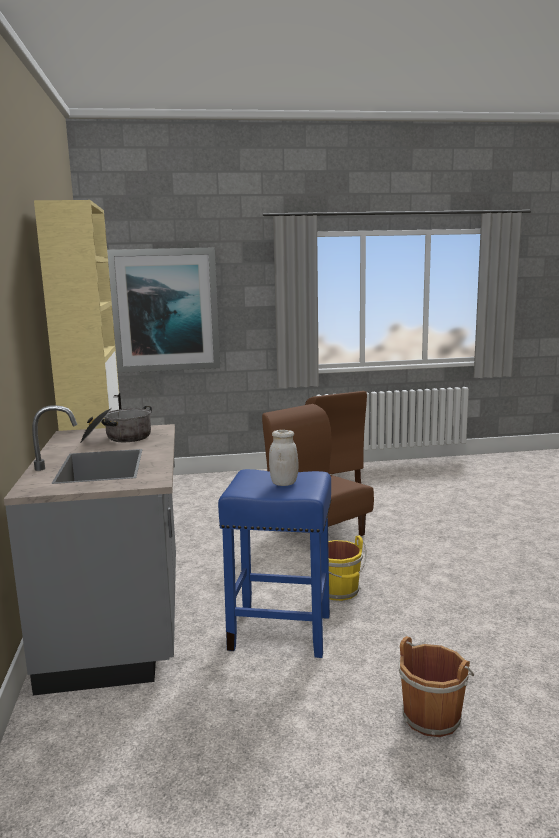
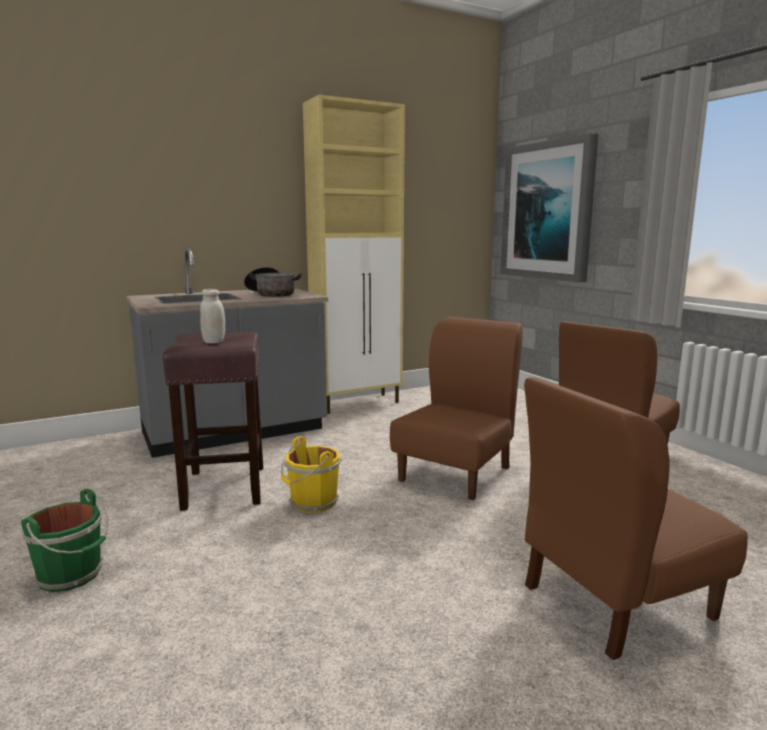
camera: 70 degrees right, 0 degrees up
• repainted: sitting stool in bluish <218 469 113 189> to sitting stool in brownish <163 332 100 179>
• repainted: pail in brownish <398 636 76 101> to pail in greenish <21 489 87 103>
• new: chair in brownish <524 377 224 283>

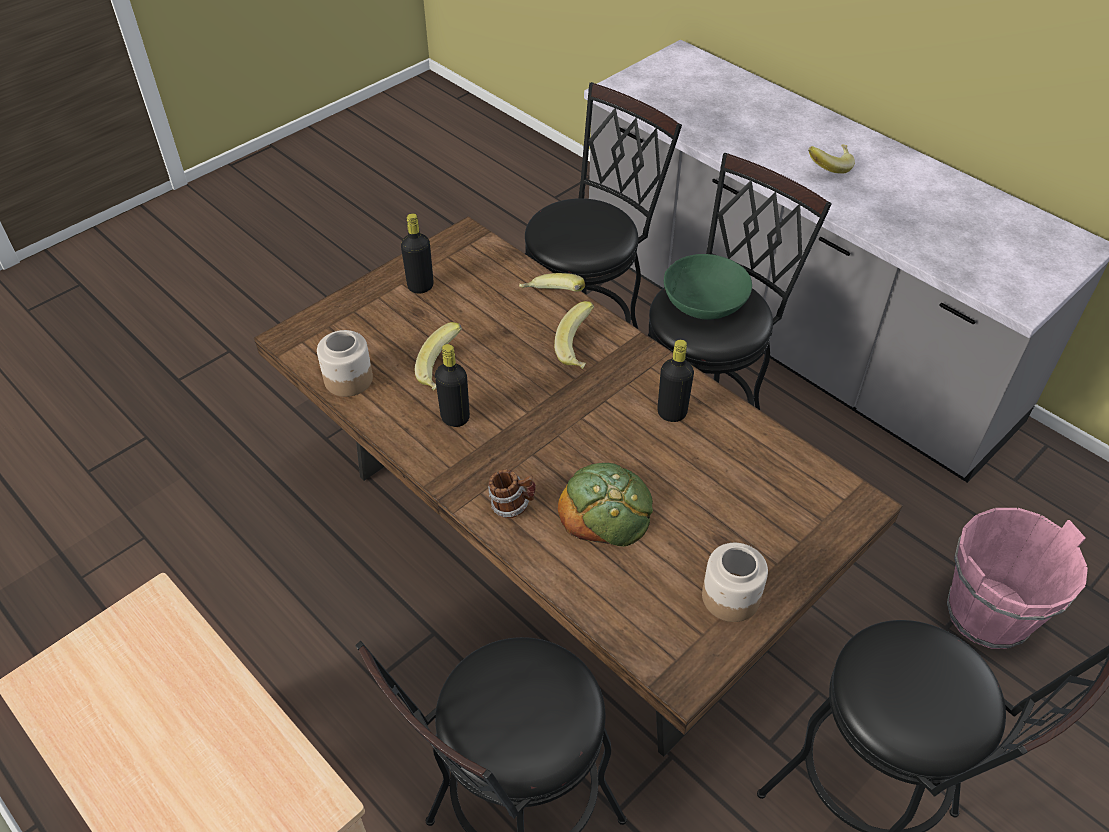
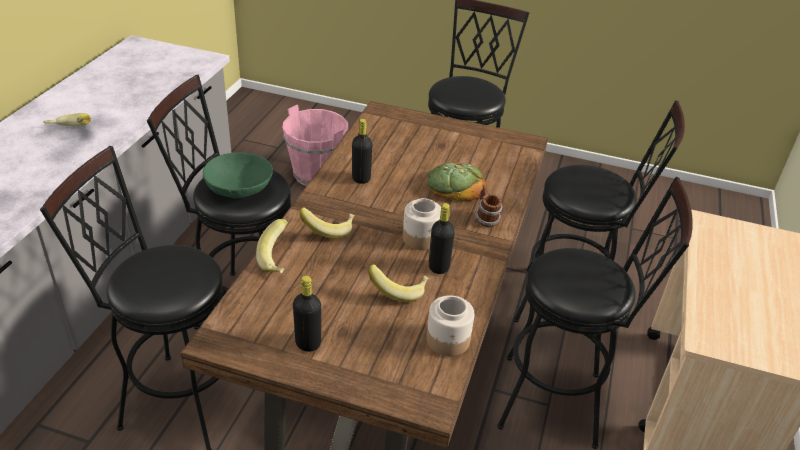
camera: 120 degrees left, 10 degrees down
• shifted: preserve jar <702 543 66 79> to <403 198 38 52>
• new: sitting stool in blackish <497 177 196 272>

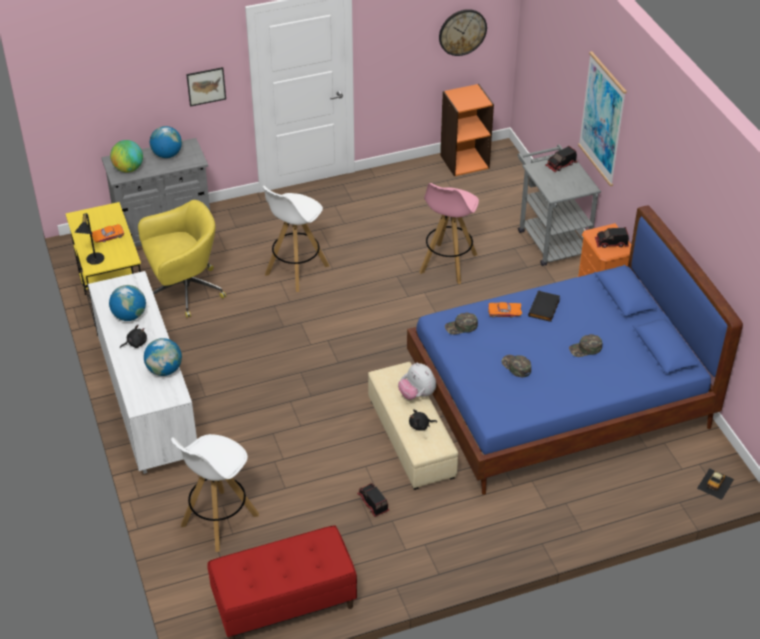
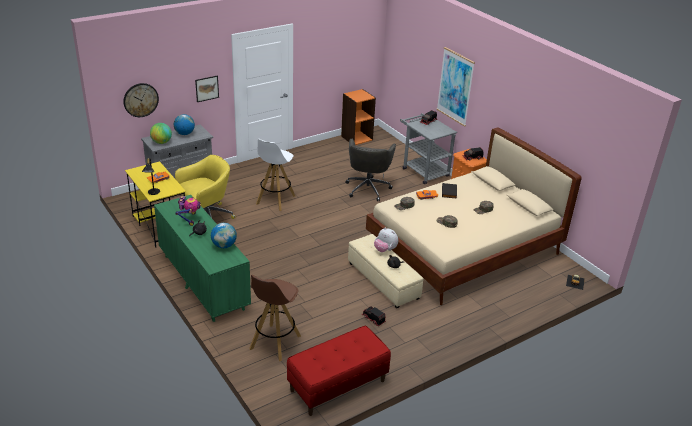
camera: 15 degrees left, 10 degrees down
• shifted: wall clock <439 9 48 47> to <123 83 36 34>
• swapped: sitting stool in pink-coloured <420 183 59 101> to desk chair in greyish <345 139 51 62>
• repainted: bedroom bed in bluish <407 205 336 290> to bedroom bed in beige <366 128 216 177>
• repainted: dresser in whitish <88 271 109 203> to dresser in greenish <154 195 97 127>
• swapped: world globe <109 285 37 36> to model robot <176 196 25 30>
• repainted: sitting stool in whitish <171 434 88 118> to sitting stool in brownish <249 275 52 86>

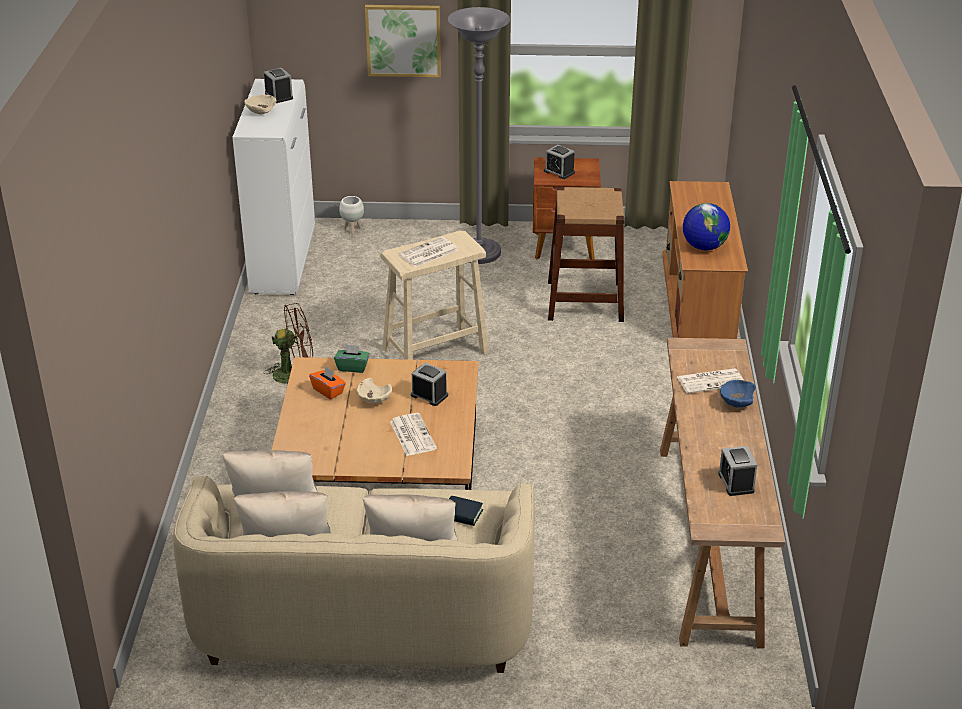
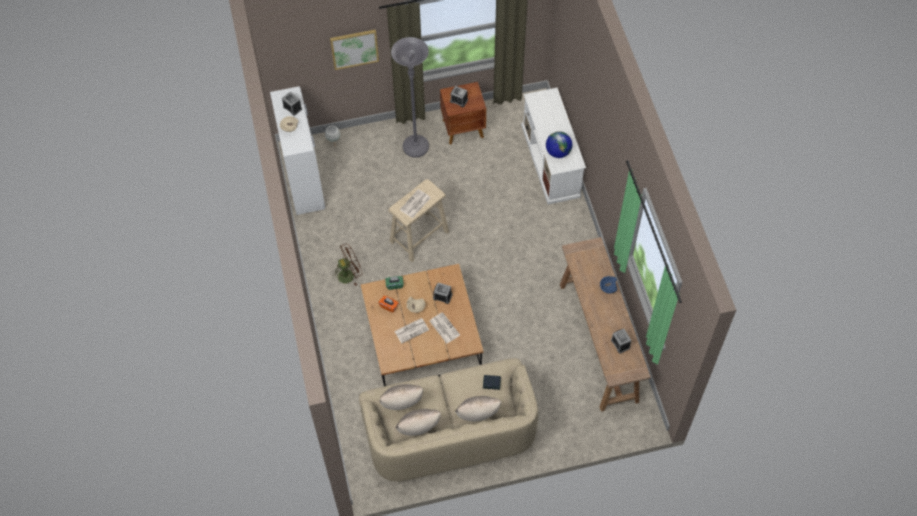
camera: 15 degrees left, 25 degrees up
• repainted: tv unit in brownish <662 181 86 158> to tv unit in whitish <521 87 65 117>
• gone: sitting stool in brownish <548 187 76 135>
• shifted: newspaper <677 368 66 25> to <394 318 35 26>

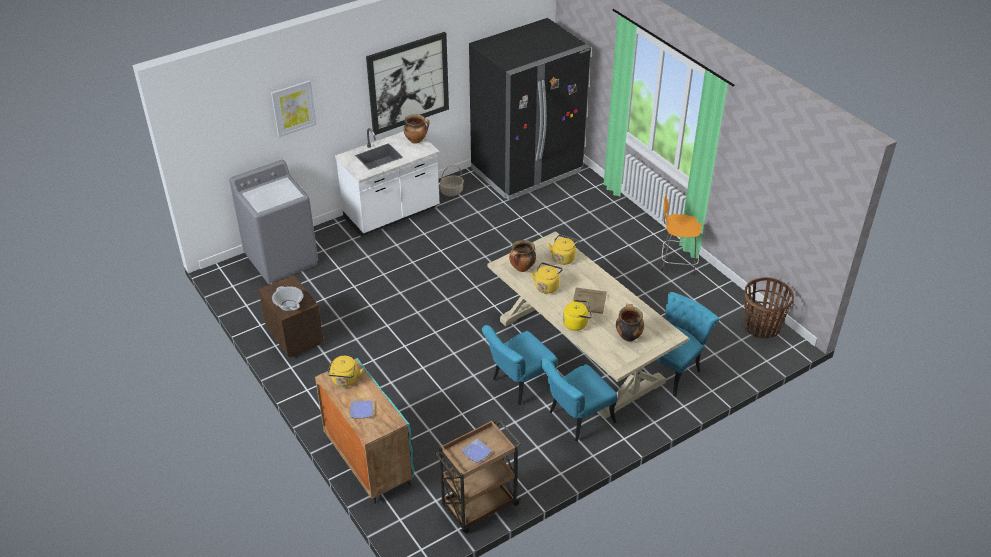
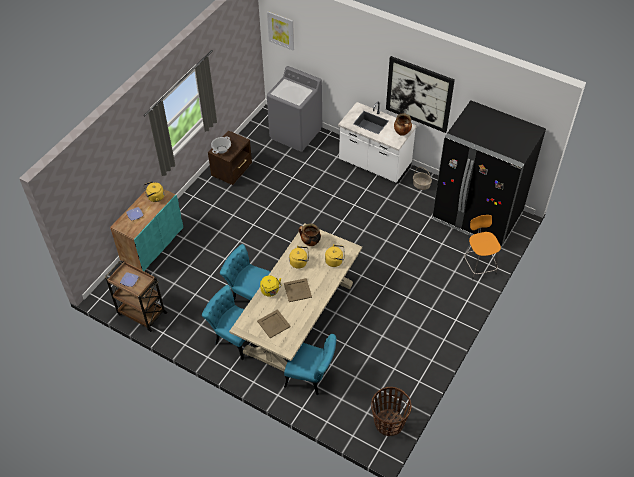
camera: 65 degrees right, 10 degrees up
• shifted: wall picture <271 80 45 57> to <267 11 27 39>
• shifted: sitting stool in orangey <661 193 41 82> to <463 215 38 65>
• swapped: cooking pot <616 304 28 38> to carrying tray in beige <257 309 34 29>

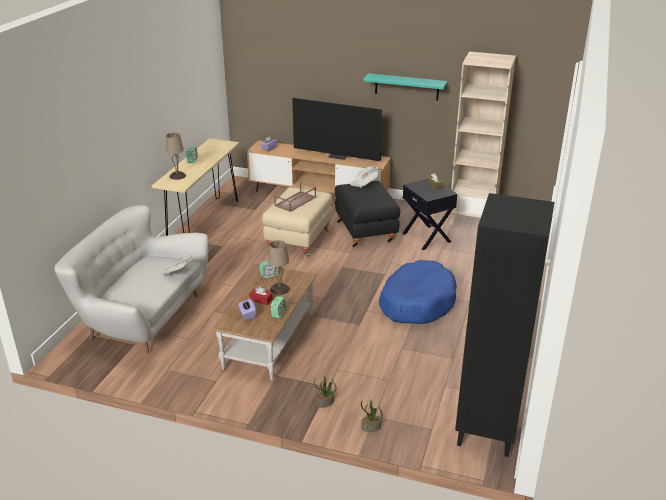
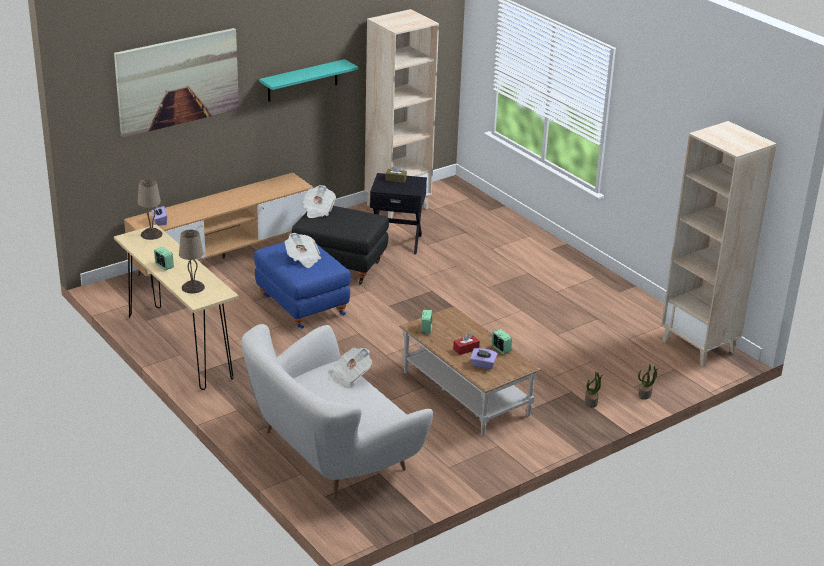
camera: 55 degrees left, 0 degrees up
• gone: TV <292 98 90 63>
• swapped: carrying tray in brownish <274 182 42 30> to newspaper <285 233 36 35>
• repainted: footrest in beige <262 187 70 70> to footrest in bluish <254 242 97 87>
• repainted: bookshelf in blackish <455 193 100 264> to bookshelf in beige <661 121 116 246>
• shifted: table lamp in beige <268 240 22 55> to <138 179 25 61>
• gone: pet bed in bluish <379 260 78 64>
• new: wall picture <114 28 125 110>

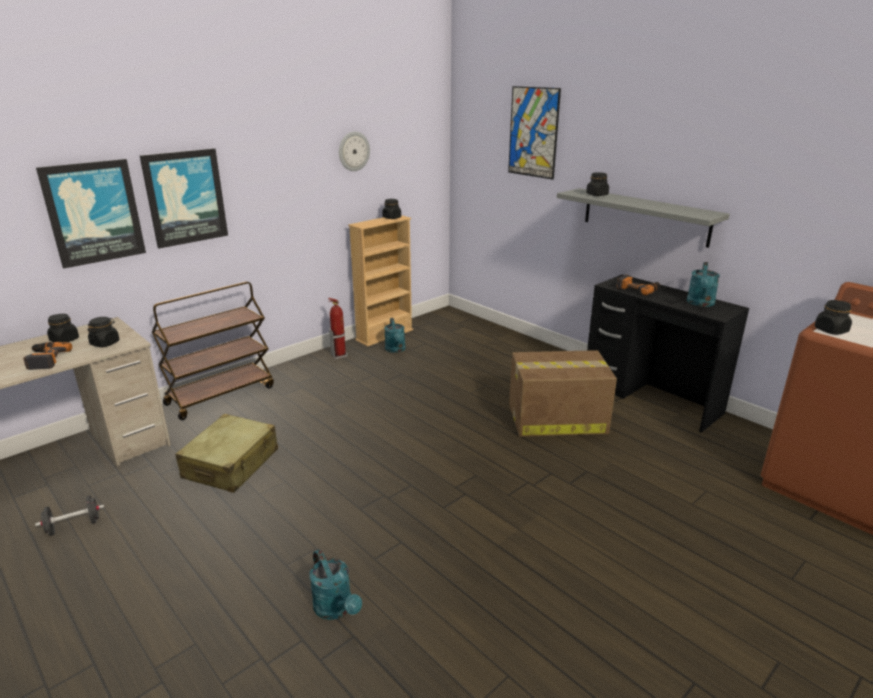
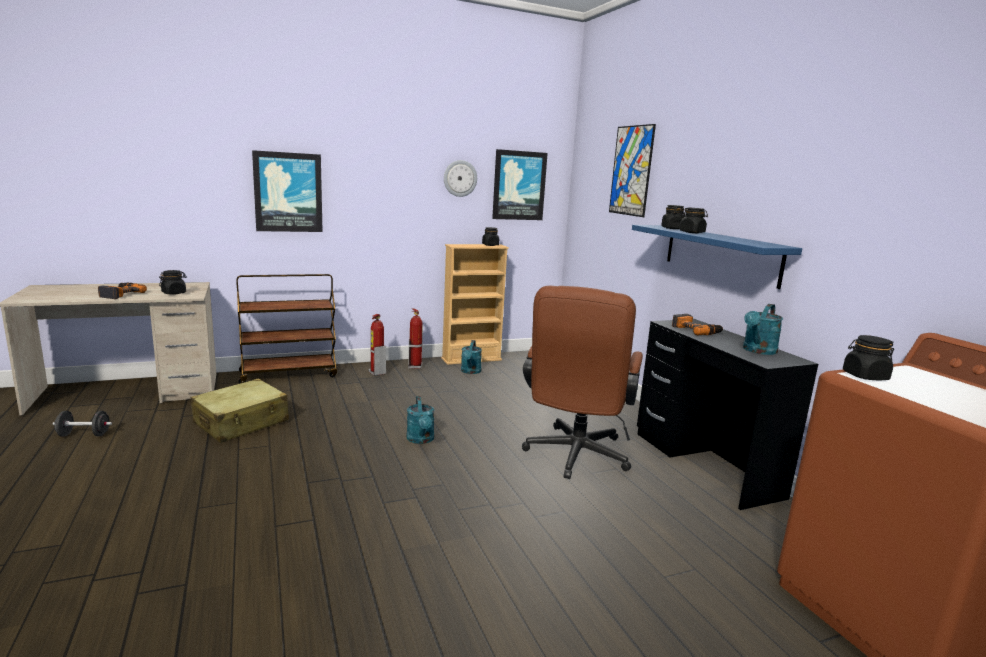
camera: 20 degrees right, 10 degrees down
• shifted: wall picture <36 159 110 110> to <492 149 56 71>
• repainted: bracket shelf in greyish <557 188 173 60> to bracket shelf in bluish <632 225 170 64>
• shifted: preserve jar in blackish <47 314 32 28> to <679 208 29 25>
• swapped: carton <509 350 108 87> to desk chair in brownish <522 286 121 193>
• shifted: watering can in blue-green <310 549 52 71> to <406 396 28 48>
• new: fire extinguisher <368 314 18 62>

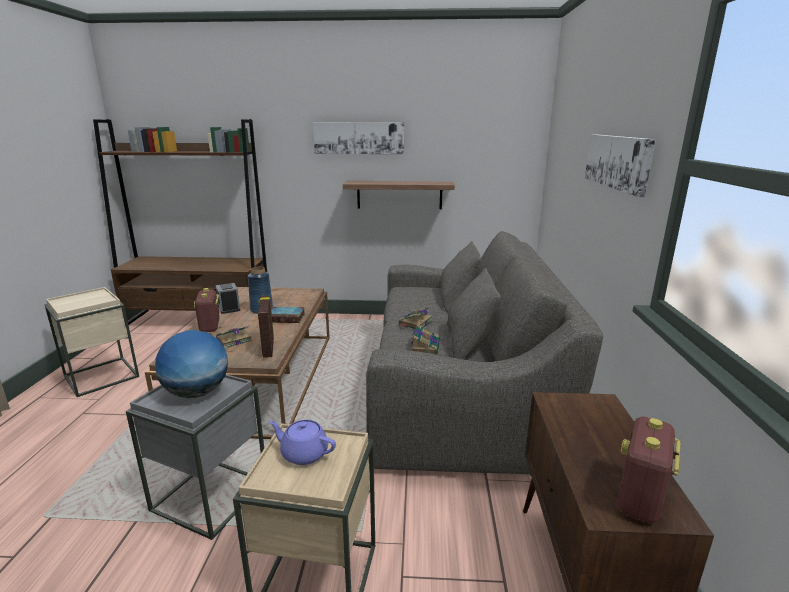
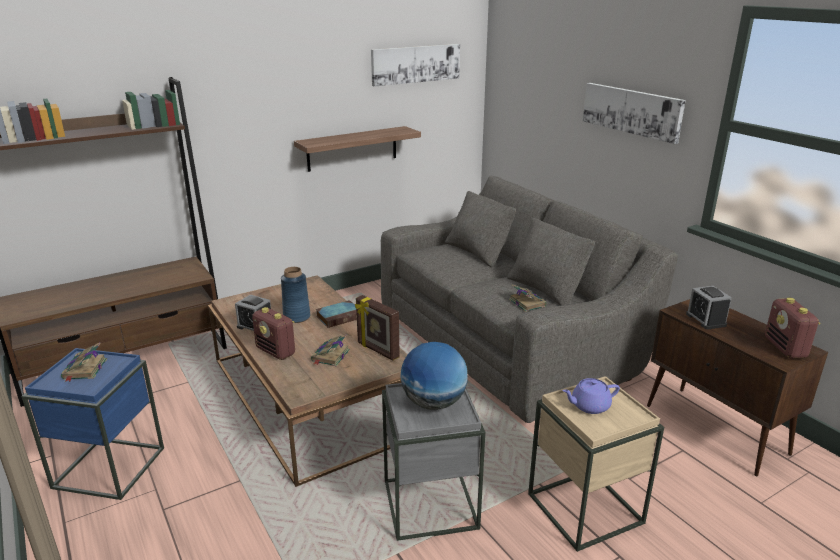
camera: 35 degrees left, 5 degrees up
• shifted: wall picture <313 122 91 32> to <371 44 89 43>
• repainted: accent table in beige <44 287 95 110> to accent table in bluish <21 348 143 152>
• shifted: book <399 306 34 23> to <61 342 46 40>
• new: alarm clock <686 286 46 43>

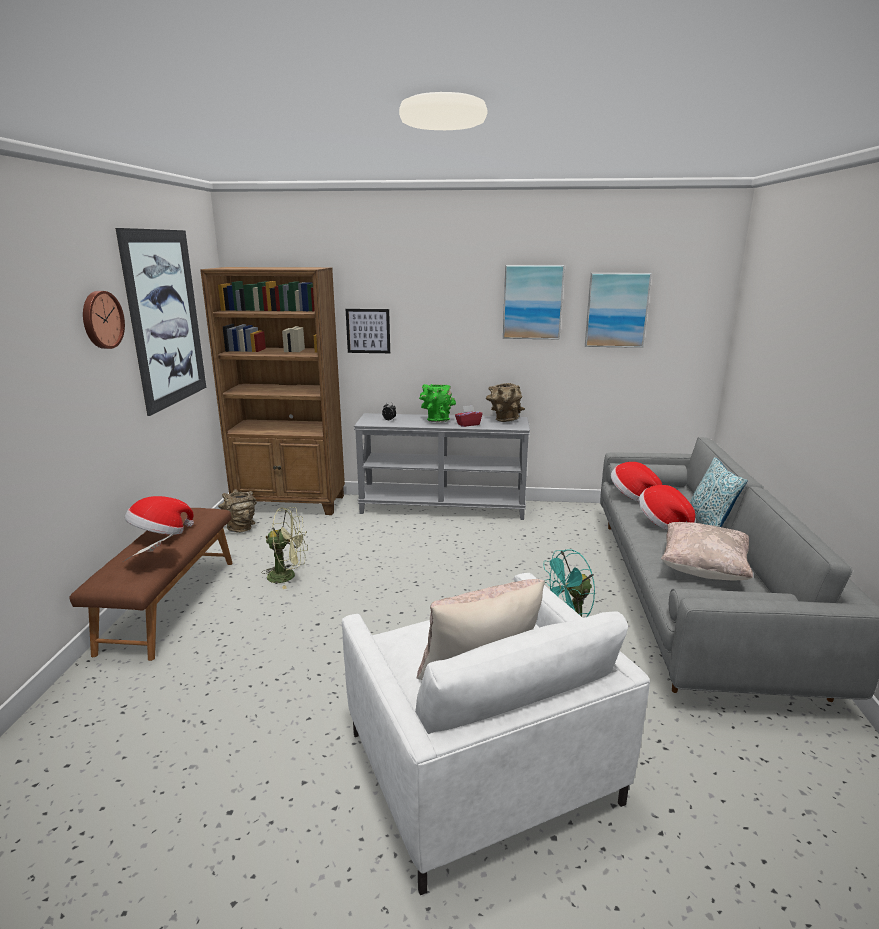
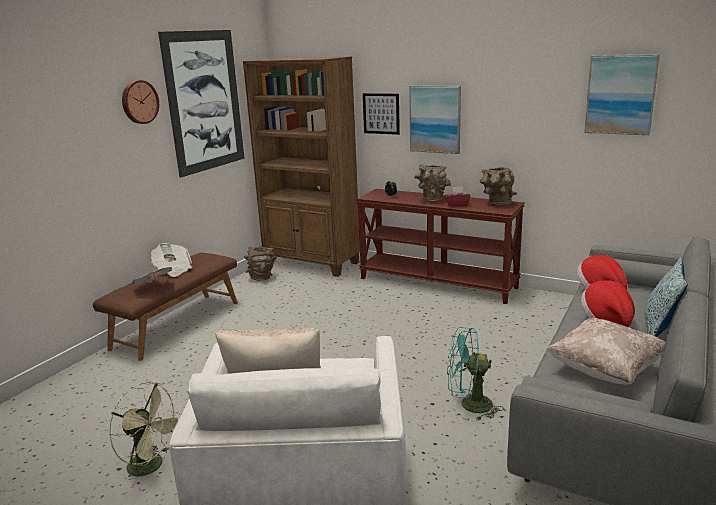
camera: 25 degrees right, 0 degrees up
• shifted: wall picture <503 265 62 74> to <409 86 52 68>
• repainted: decorative vase in greenish <419 384 37 38> to decorative vase in brownish <414 164 37 37>
• repainted: console table in greyish <354 413 176 107> to console table in brownish <356 189 169 115>
• swapped: wearable hat <125 496 69 39> to newspaper <151 243 41 34>
• shifted: fan in greenish <261 507 47 82> to <109 382 73 106>

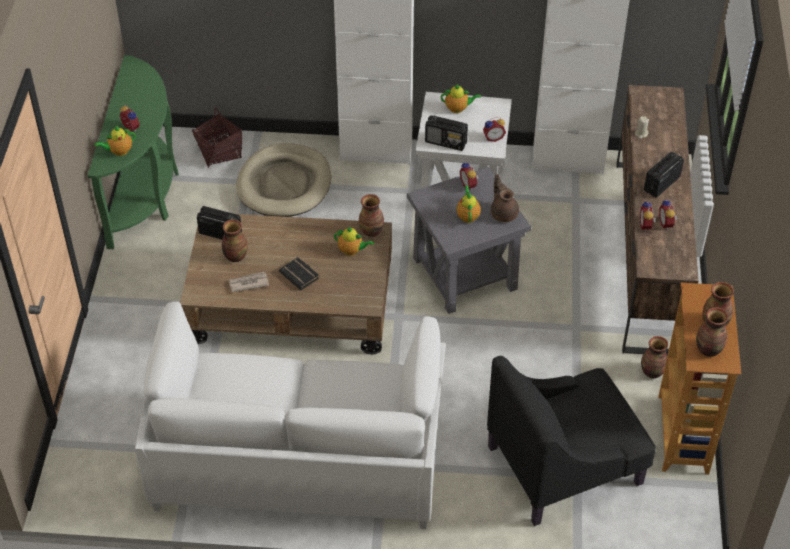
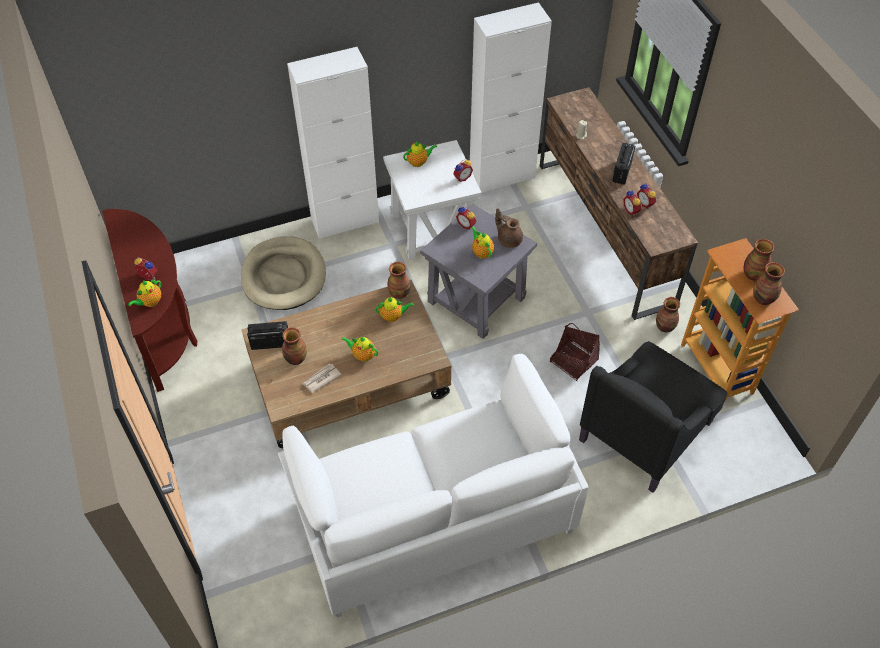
camera: 25 degrees left, 5 degrees up
• repainted: console table in greenish <88 55 91 194> to console table in brownish <102 209 95 183>
• shifted: household basket <192 107 50 61> to <550 323 50 58>
• gone: radio set <425 115 43 36>
• swapped: book in blackish <279 257 40 33> to tea pot <341 337 37 24>

